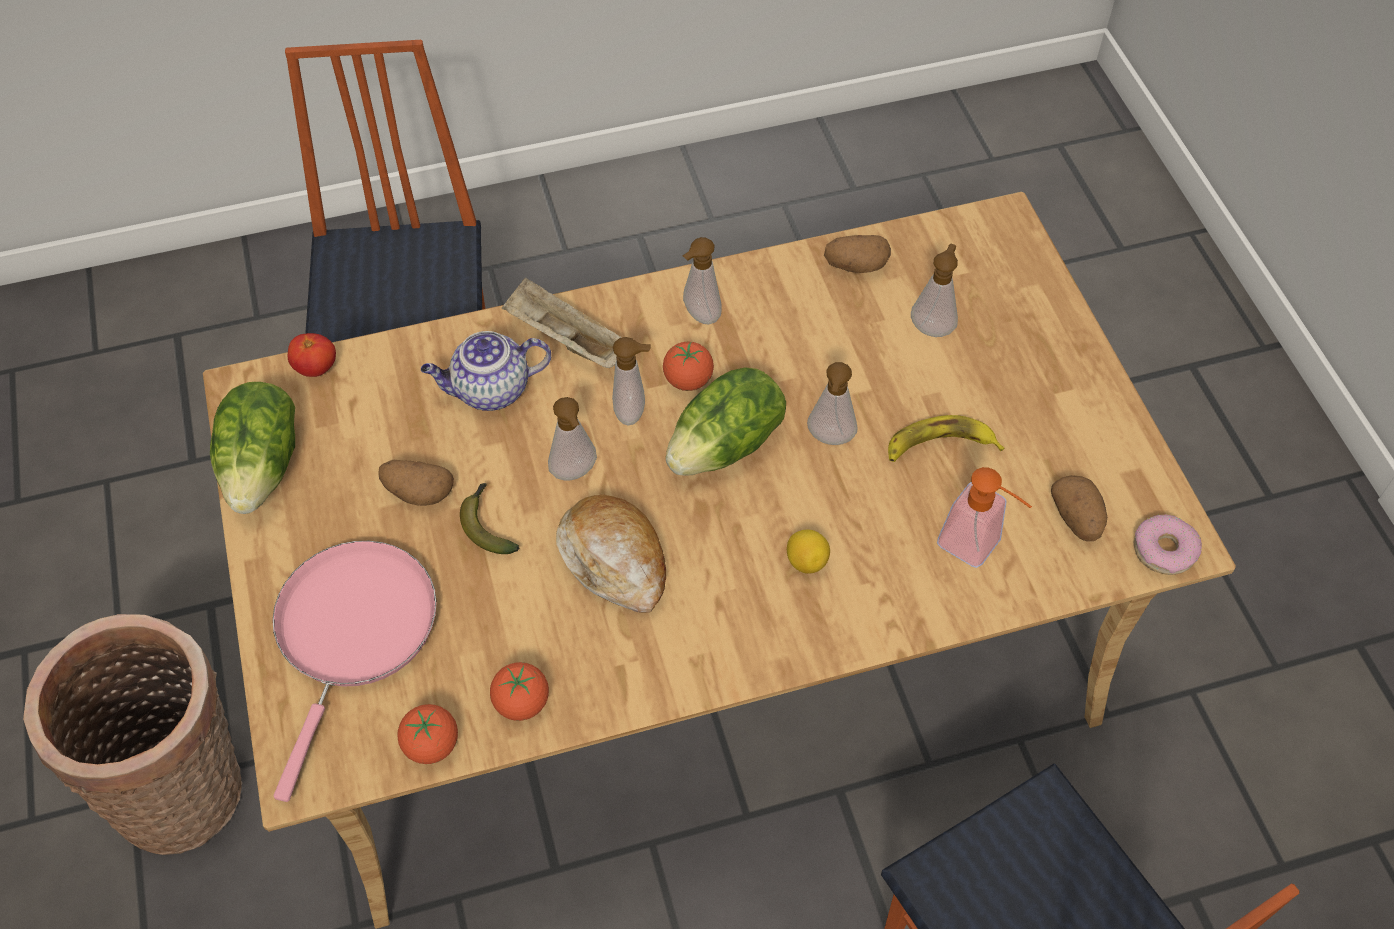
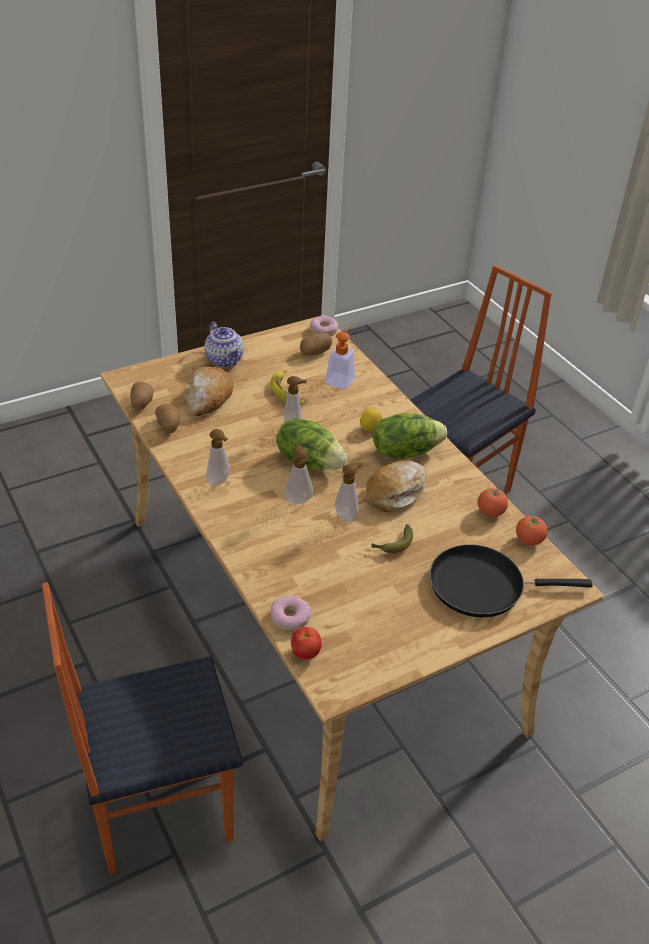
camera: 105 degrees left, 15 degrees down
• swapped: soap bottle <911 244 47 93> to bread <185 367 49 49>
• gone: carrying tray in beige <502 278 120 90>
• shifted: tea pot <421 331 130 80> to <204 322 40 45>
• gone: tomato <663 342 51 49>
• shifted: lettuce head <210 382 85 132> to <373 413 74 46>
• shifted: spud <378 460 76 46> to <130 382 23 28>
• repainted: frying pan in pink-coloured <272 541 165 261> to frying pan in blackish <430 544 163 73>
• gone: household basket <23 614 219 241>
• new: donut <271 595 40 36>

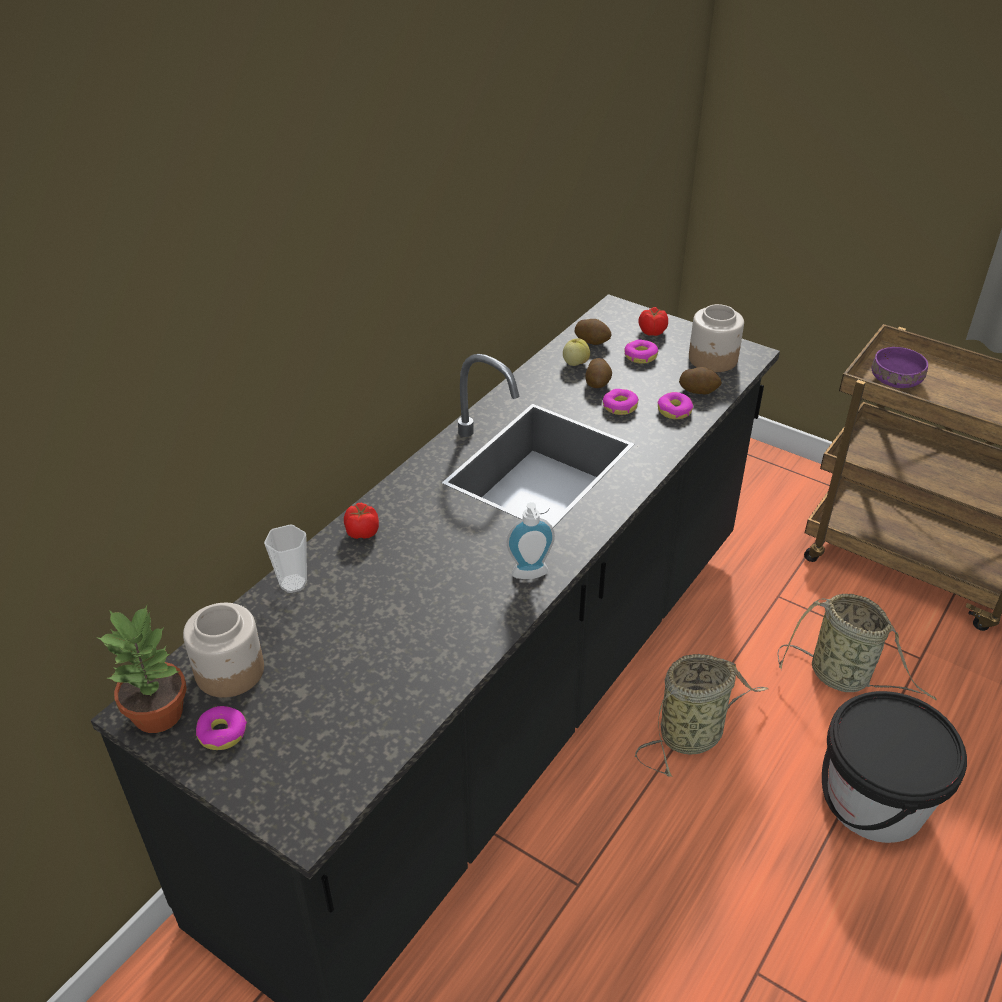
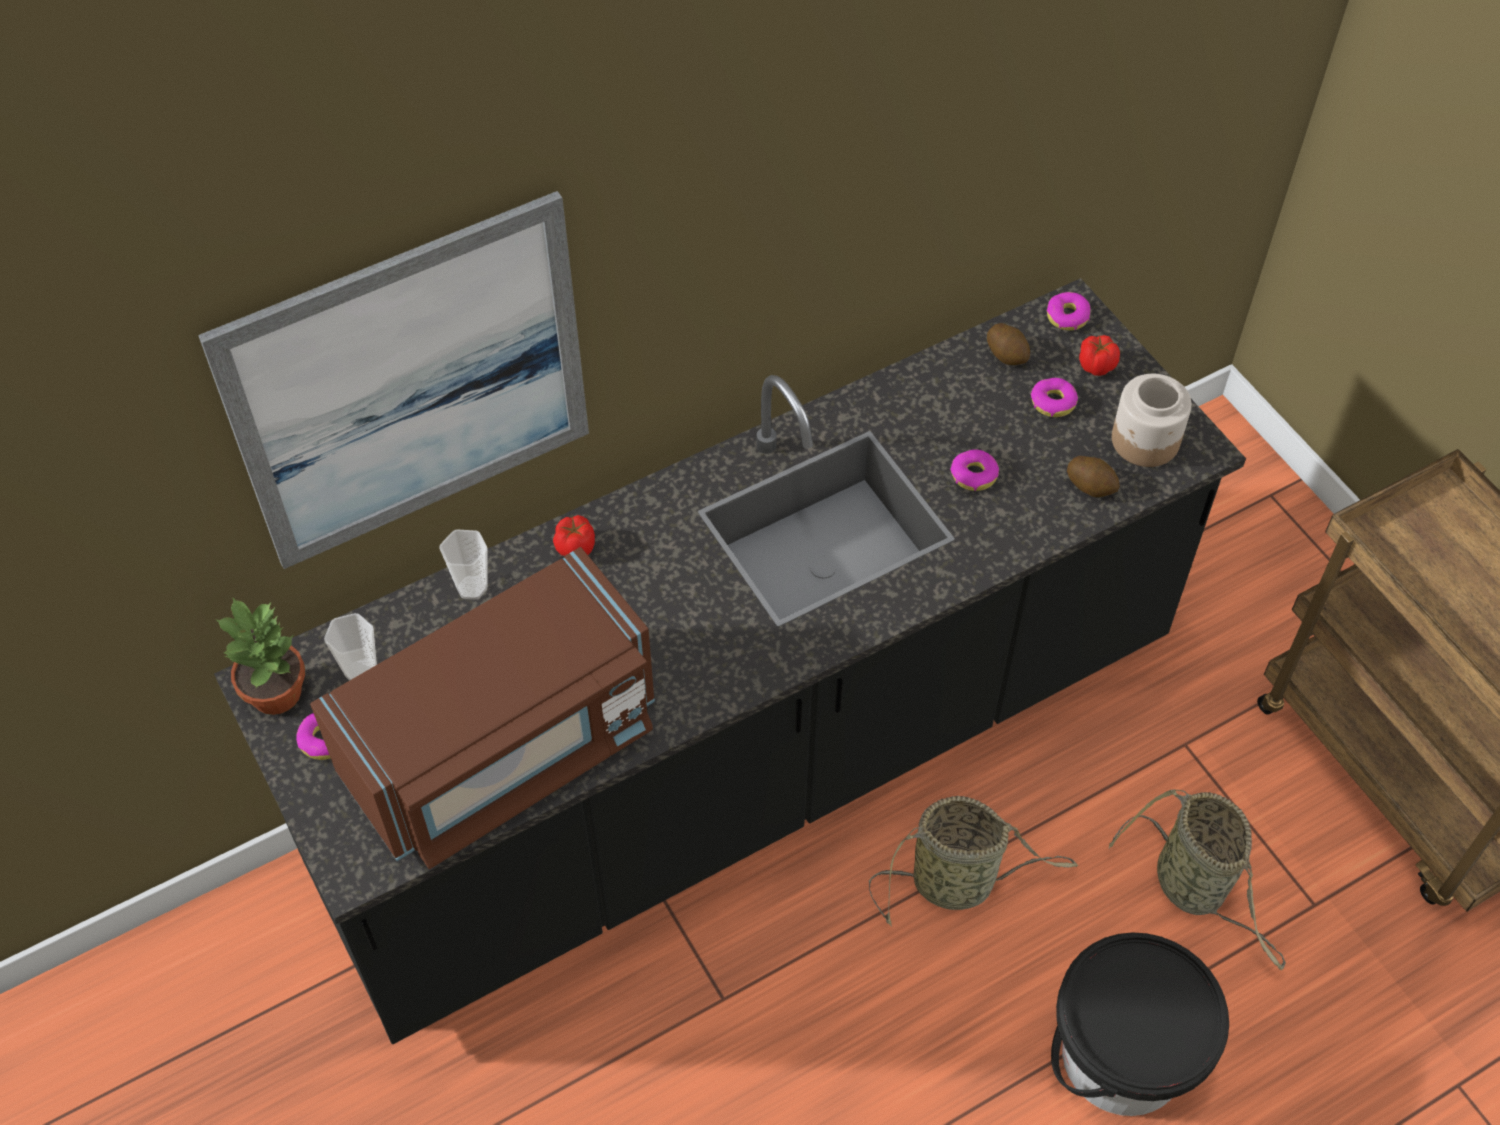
camera: 25 degrees right, 15 degrees up
• gone: whole apple <563 338 27 28>
• gone: deep dish in purple-coloured <872 347 56 41>
• gone: spud <585 358 27 30>
• shifted: donut <657 392 36 27> to <1047 292 44 38>
• gone: soap bottle <507 502 48 77>
• swapped: preserve jar <183 603 81 95> to drinking cup <324 613 53 68>
• new: wall picture <198 191 391 378>
• new: microwave in brownish <310 547 345 322>

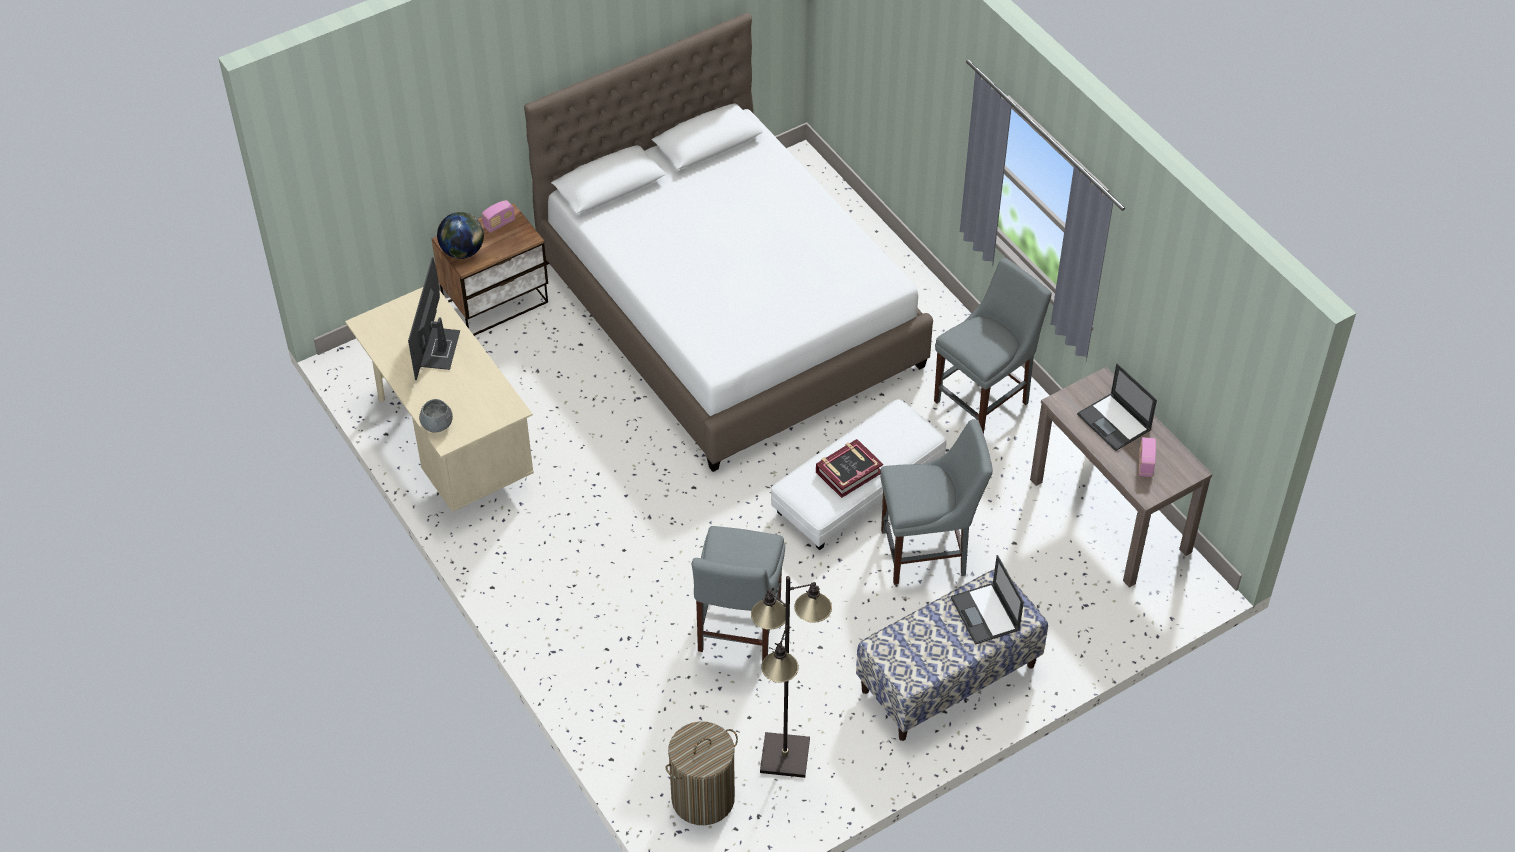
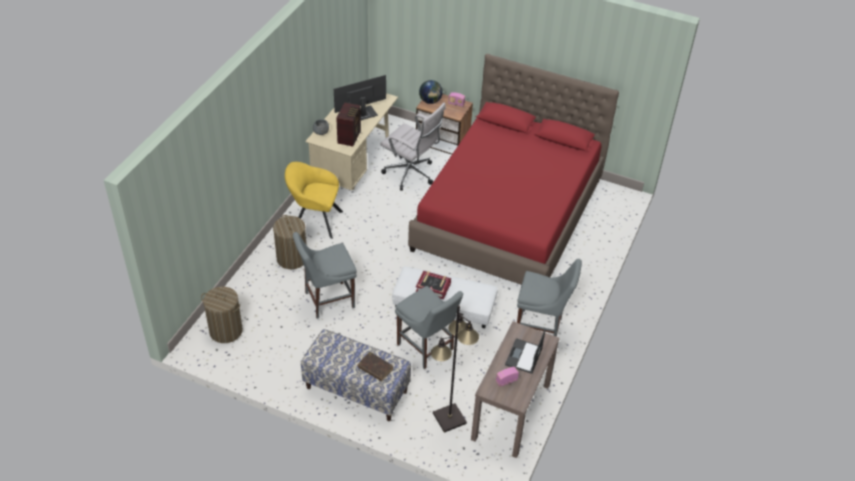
camera: 55 degrees right, 5 degrees down
• repainted: bedroom bed in whitish <524 13 409 459> to bedroom bed in red-coloured <408 54 211 231>
• swapped: portable computer <951 555 73 90> to book in brownish <358 352 35 29>
• shifted: standing lamp in blackish <751 576 81 202> to <431 305 48 128>
• new: radio set <336 102 25 45>
• new: desk chair in whitish <380 102 66 89>
• new: lounge chair in yellow <285 162 58 77>
• new: washing basket <273 215 33 54>

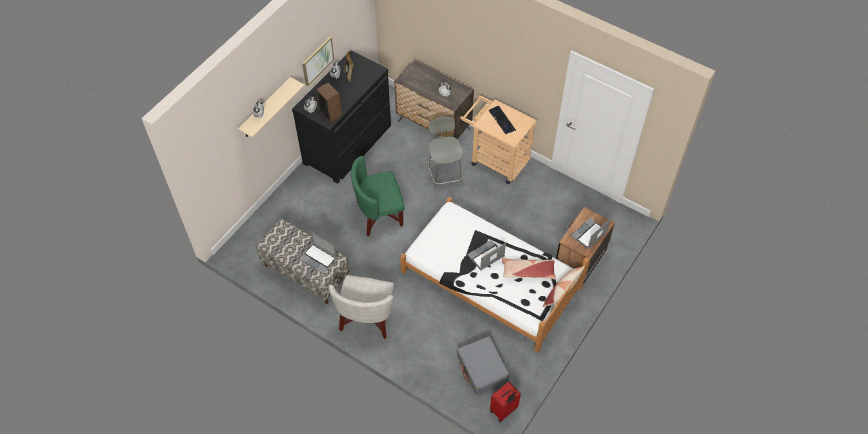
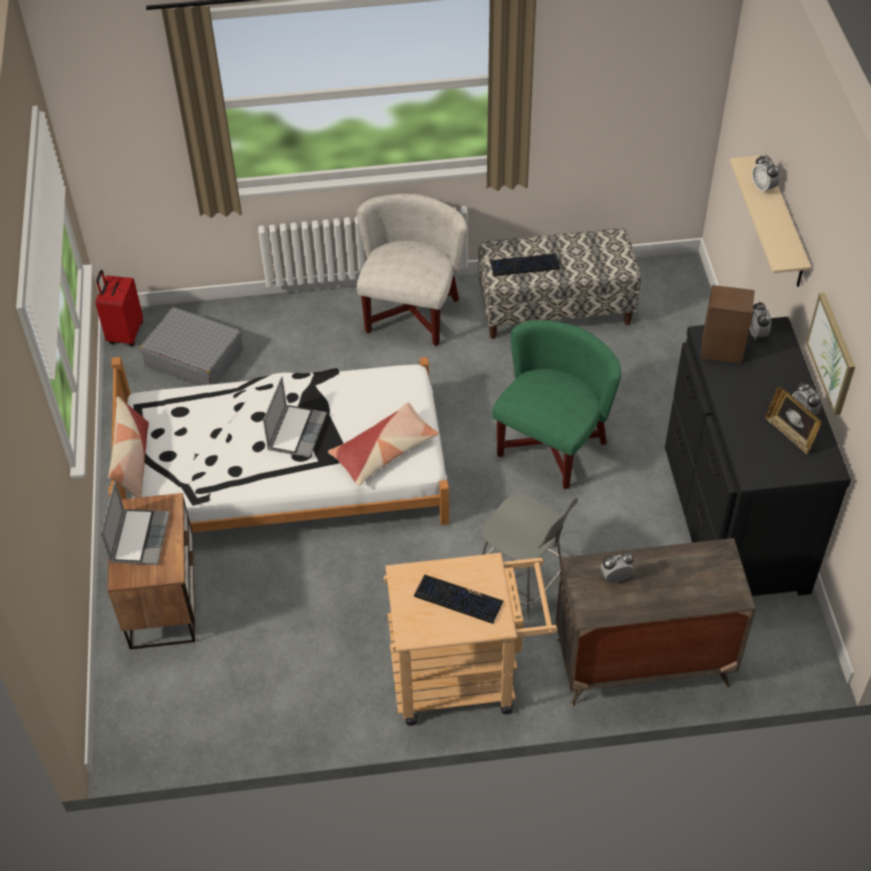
camera: 140 degrees right, 5 degrees down
• swapped: portable computer <299 231 38 43> to computer keyboard <490 253 70 23>
• shifted: pillow <502 258 54 21> to <328 403 111 83>
• rotated: lounge chair in whitish <329 275 65 64> = <357 194 110 152> 45 degrees clockwise

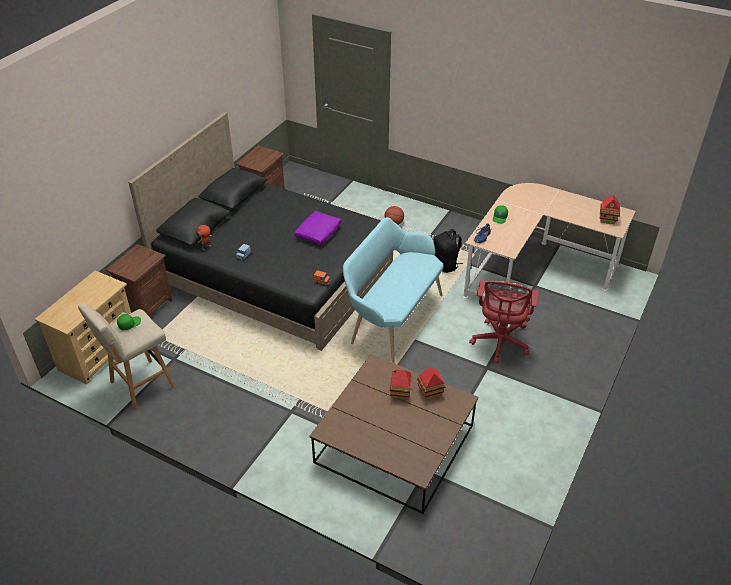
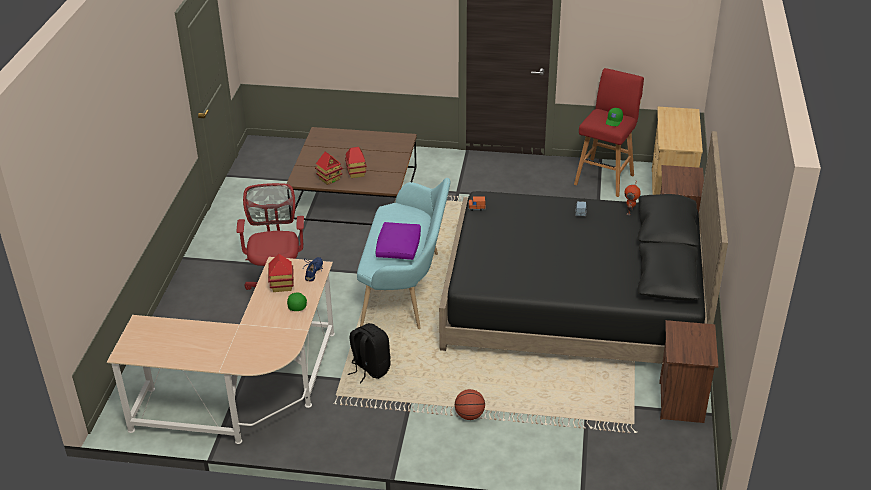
camera: 160 degrees right, 5 degrees down
• shifted: model house <600 195 20 29> to <268 254 26 38>
• shifted: pillow in purple-coloured <294 211 47 34> to <376 222 45 38>
• repainted: sitting stool in beige <78 303 98 108> to sitting stool in red-coloured <574 68 70 129>

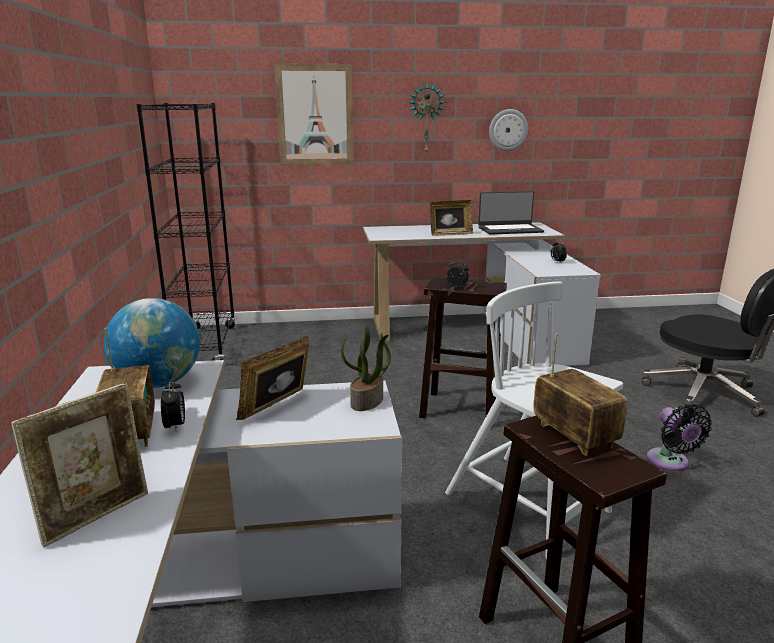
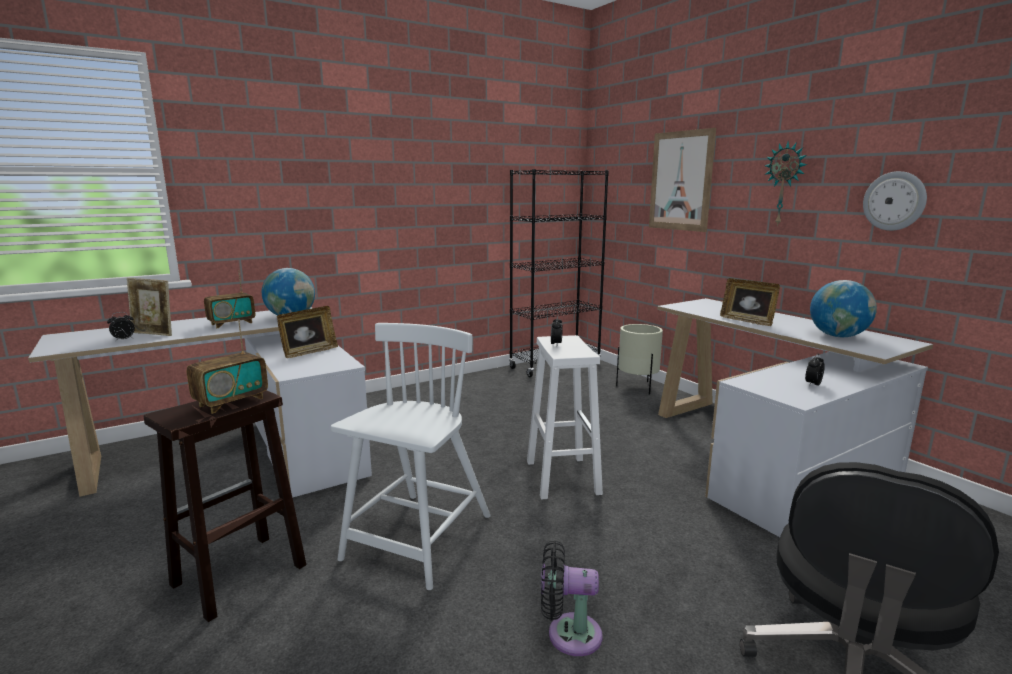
camera: 65 degrees right, 5 degrees down
• swapped: portable computer <478 191 66 44> to world globe <810 280 67 57>
• repainted: sitting stool in brownish <419 277 88 151> to sitting stool in whitish <527 335 76 165>
• gone: potted plant <341 326 50 85>
• rotated: photo frame <236 335 73 85> = <277 306 61 52> 120 degrees clockwise
• shifted: alarm clock <161 379 24 53> to <107 312 28 30>
• rotated: fan in blackish <647 404 65 67> = <541 540 62 116> 45 degrees clockwise
• new: flower pot in beige <616 324 47 71>

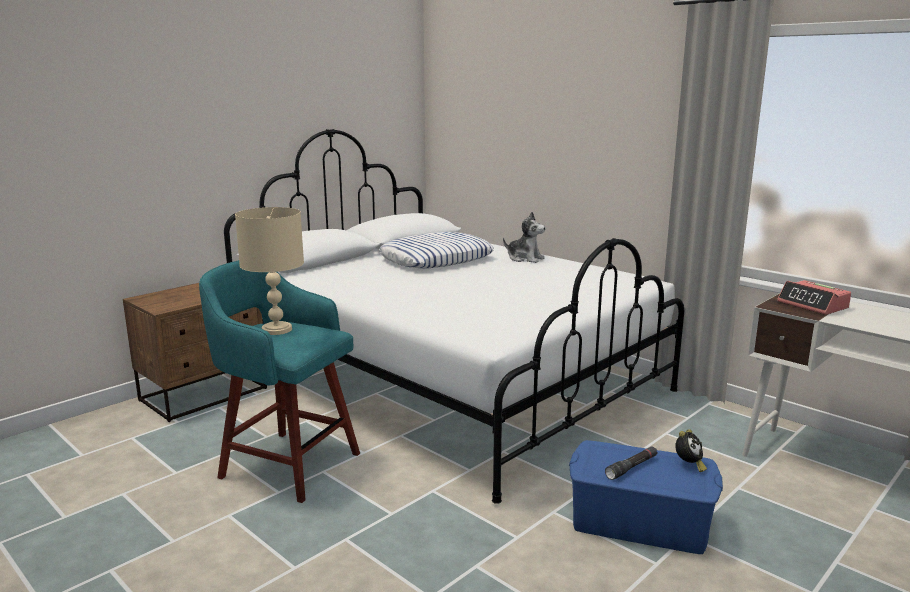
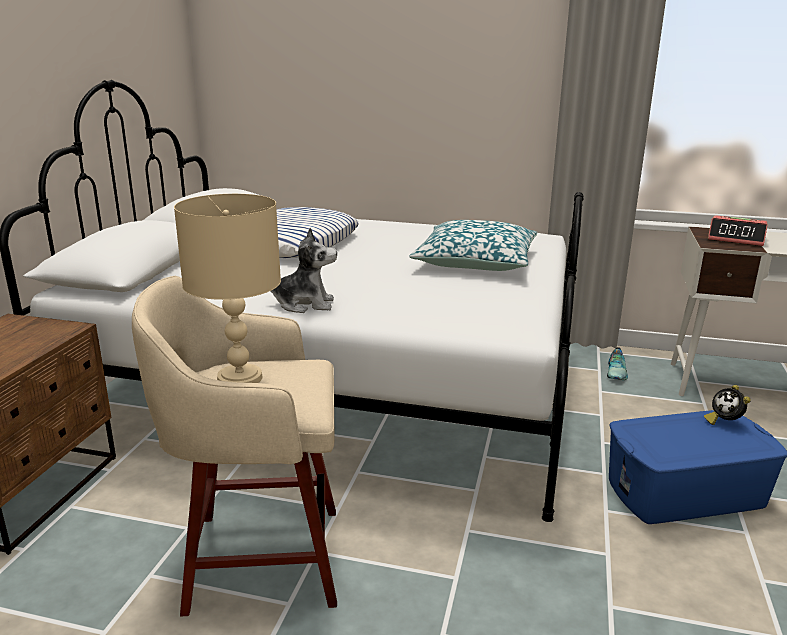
camera: 30 degrees left, 5 degrees up
• shifted: cuddly toy <503 212 42 51> to <271 228 66 85>
• repainted: sitting stool in blue-green <199 260 161 243> to sitting stool in beige <132 276 205 340>
• rotated: alarm clock <675 429 32 43> = <704 385 47 40> 150 degrees clockwise
• gone: flashlight in blackish <605 446 53 34>
• new: pillow <410 220 127 51>
• new: low shoe <607 347 21 33>

